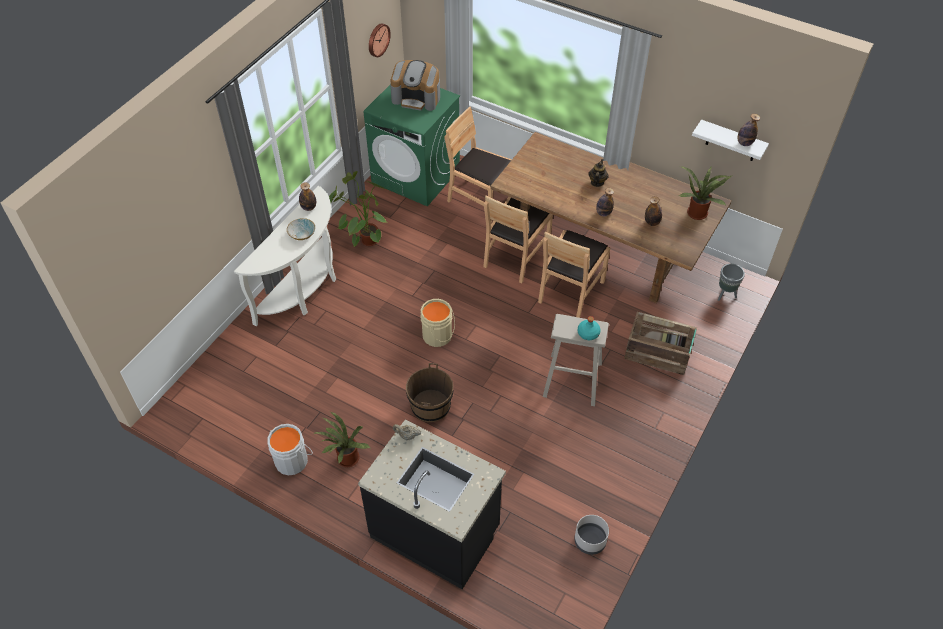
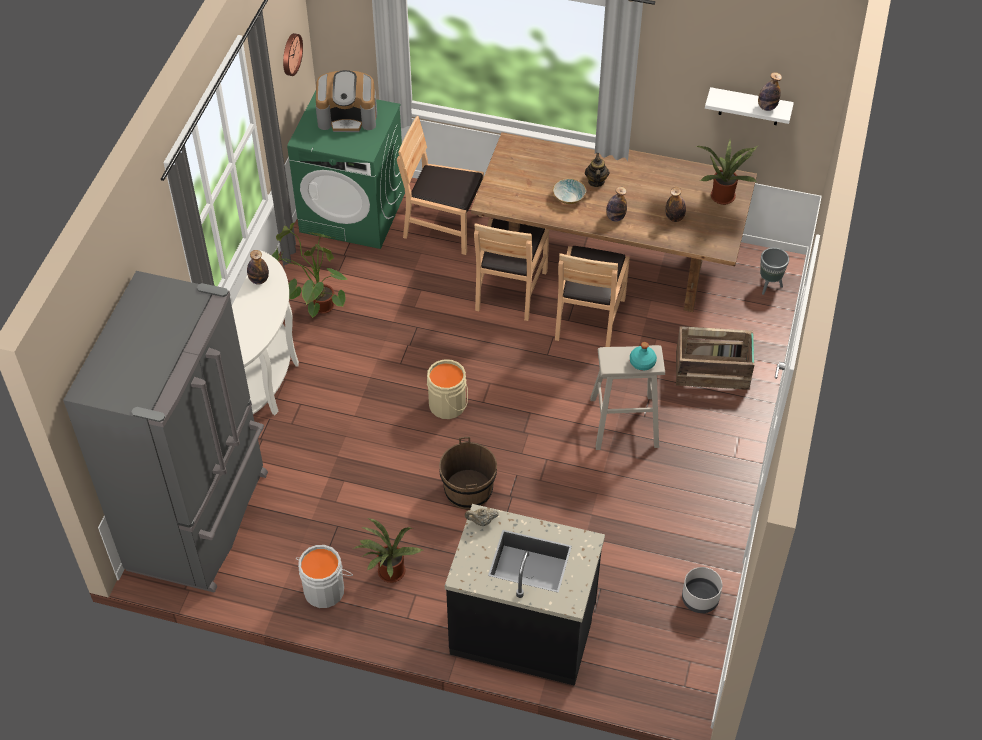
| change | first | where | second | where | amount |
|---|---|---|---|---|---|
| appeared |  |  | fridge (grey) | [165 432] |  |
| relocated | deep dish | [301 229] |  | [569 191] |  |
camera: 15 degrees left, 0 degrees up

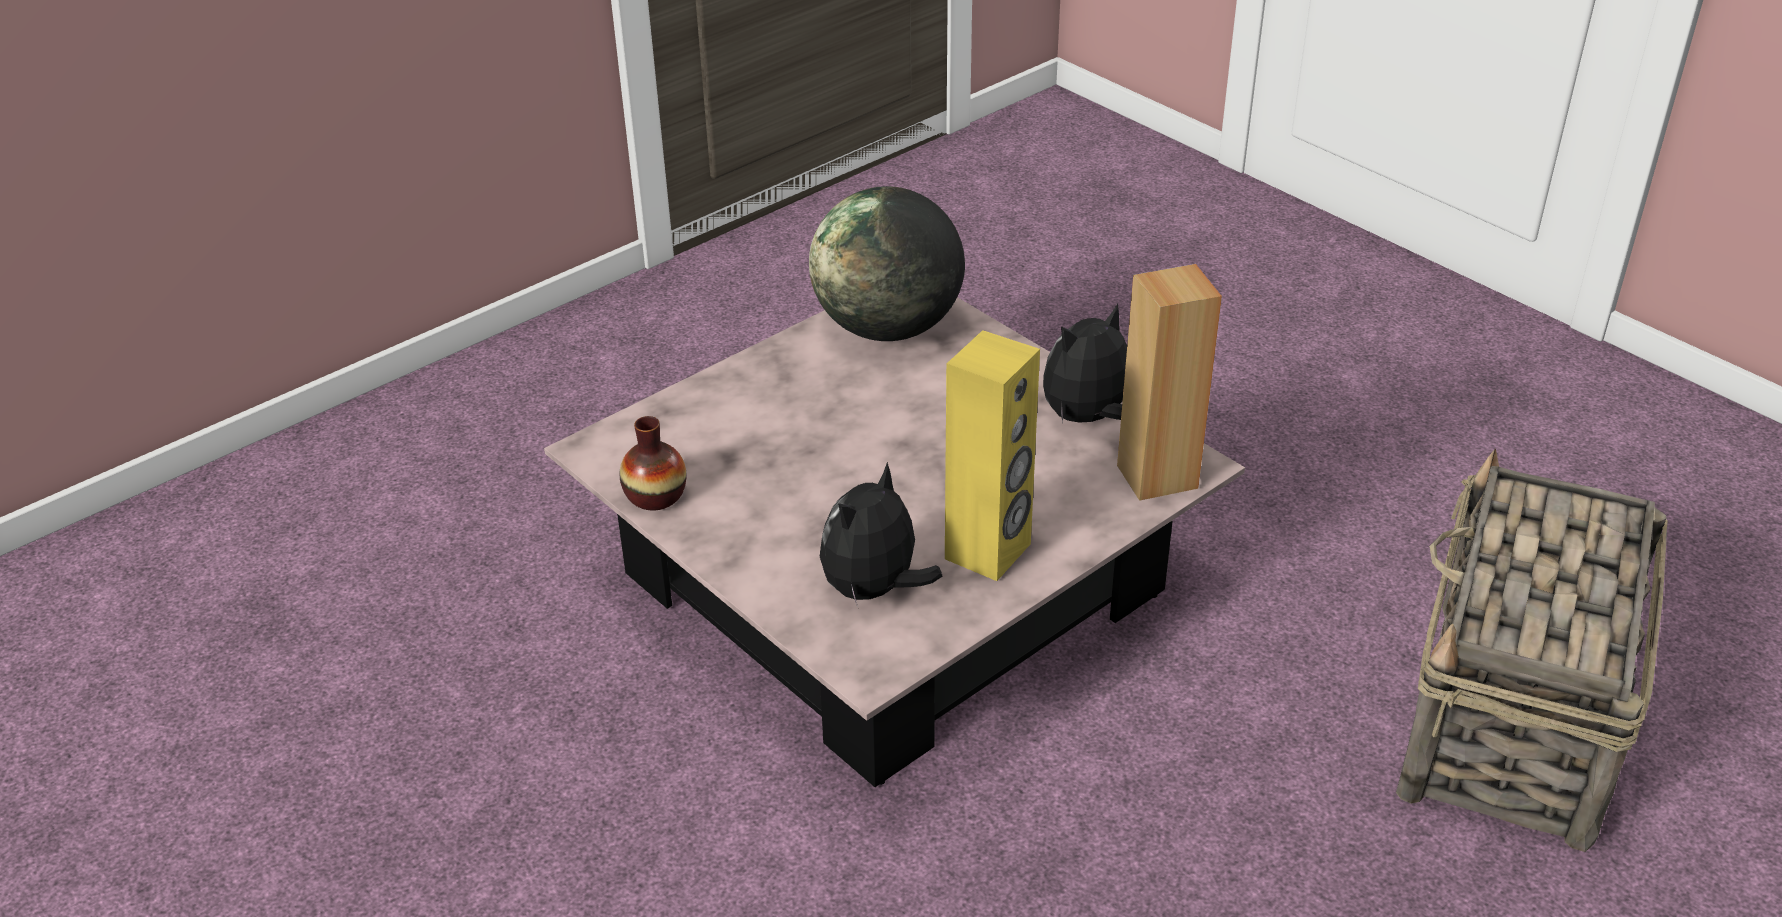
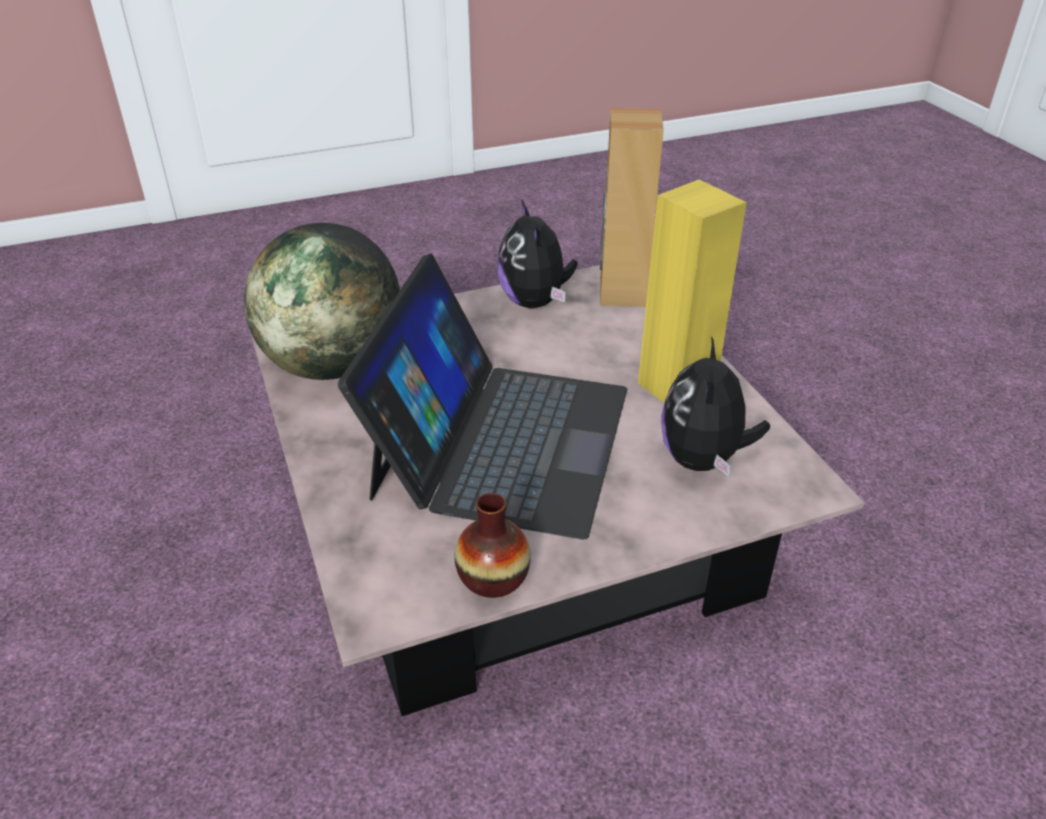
| change | first | where | second | where | amount |
|---|---|---|---|---|---|
| appeared |  |  | notebook computer | [482 396] |  |
| spun | cuddly toy | [881 534] |  | [715 406] | 45 degrees clockwise |
| missing | storage basket | [1532 650] |  |  |  |
camera: 70 degrees left, 0 degrees up

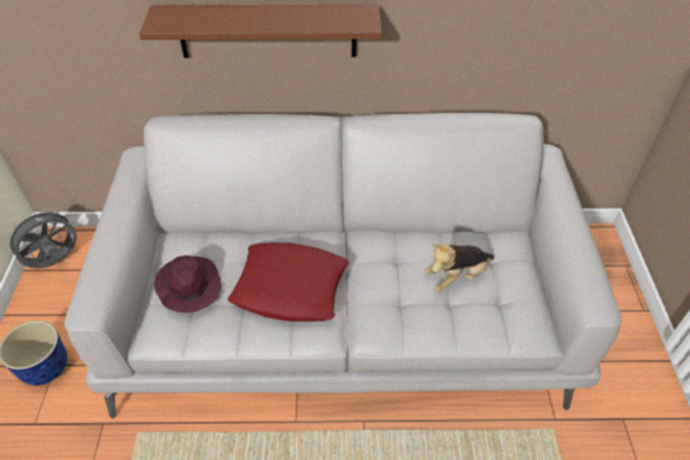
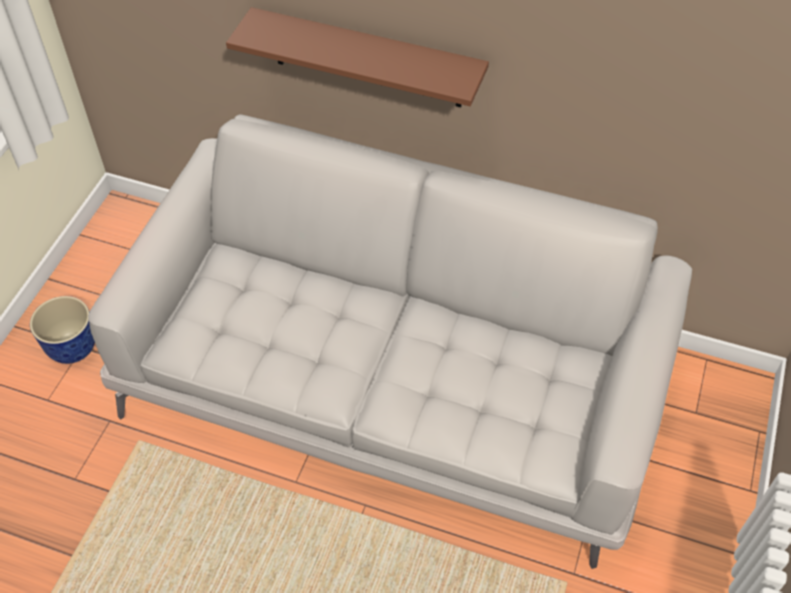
| change | first | where | second | where | amount |
|---|---|---|---|---|---|
| missing | electric fan (grey) | [40 237] |  |  |  |
| missing | wearable hat (purple-coloured) | [188 284] |  |  |  |
| missing | cushion (red-coloured) | [288 282] |  |  |  |
| missing | cuddly toy | [459 268] |  |  |  |
camera: 20 degrees right, 5 degrees up

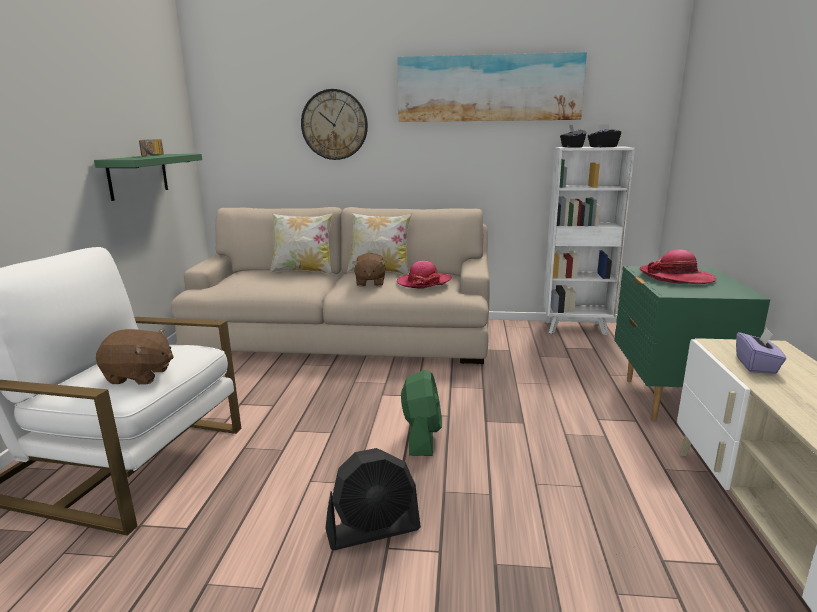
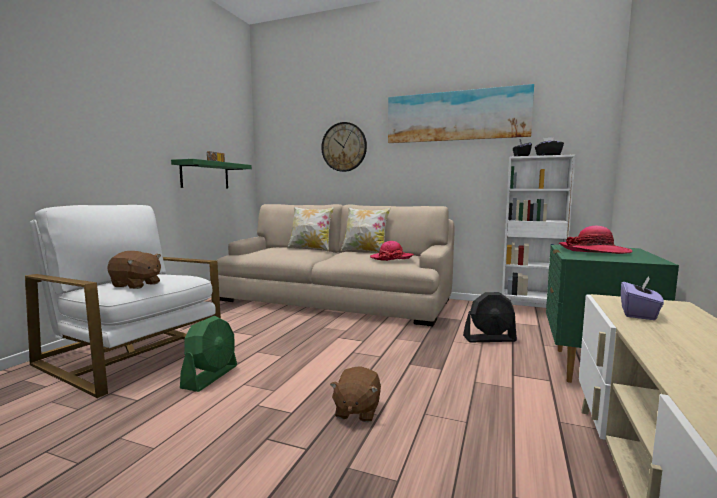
| change | first | where | second | where | amount |
|---|---|---|---|---|---|
| relocated | electric fan (green-coloured) | [421 413] |  | [208 354] |  |
| relocated | cuddly toy (brown) | [369 270] |  | [355 394] |  |
| relocated | electric fan (black) | [373 499] |  | [490 317] |  |
camera: 15 degrees right, 10 degrees down

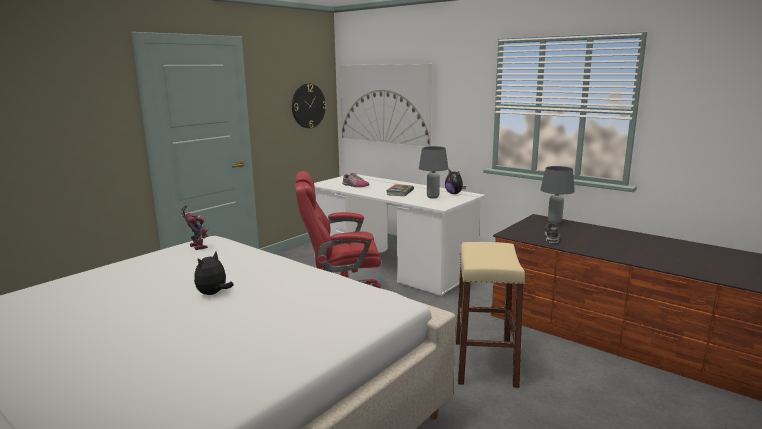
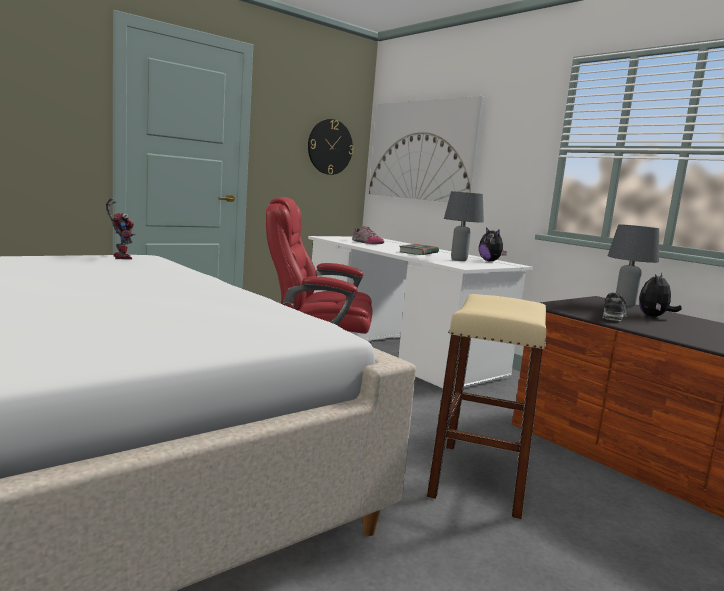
| change | first | where | second | where | amount |
|---|---|---|---|---|---|
| relocated | cuddly toy | [214 273] |  | [660 294] |  |
camera: 10 degrees right, 5 degrees down

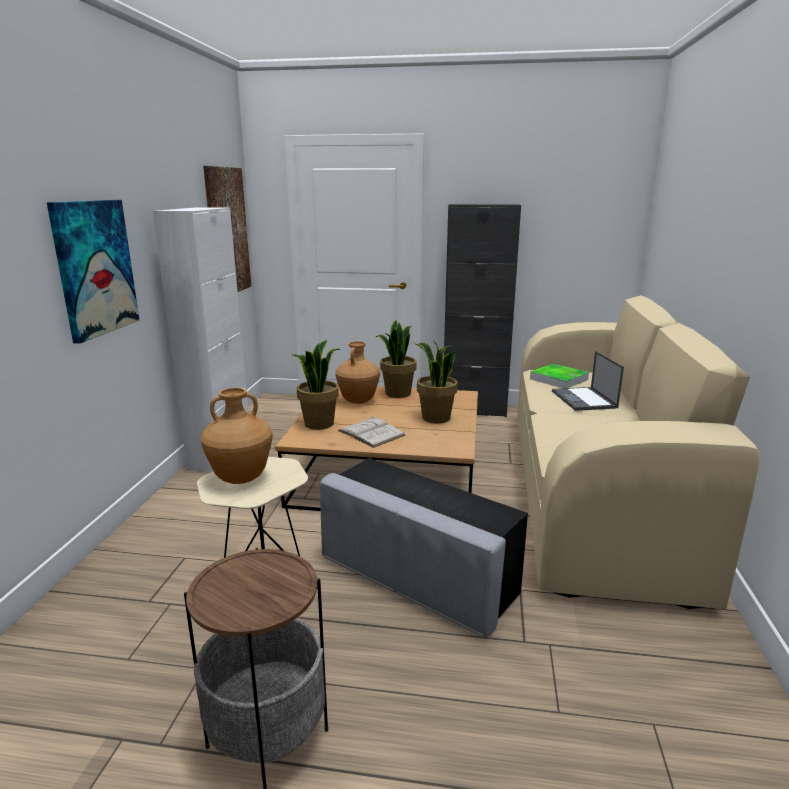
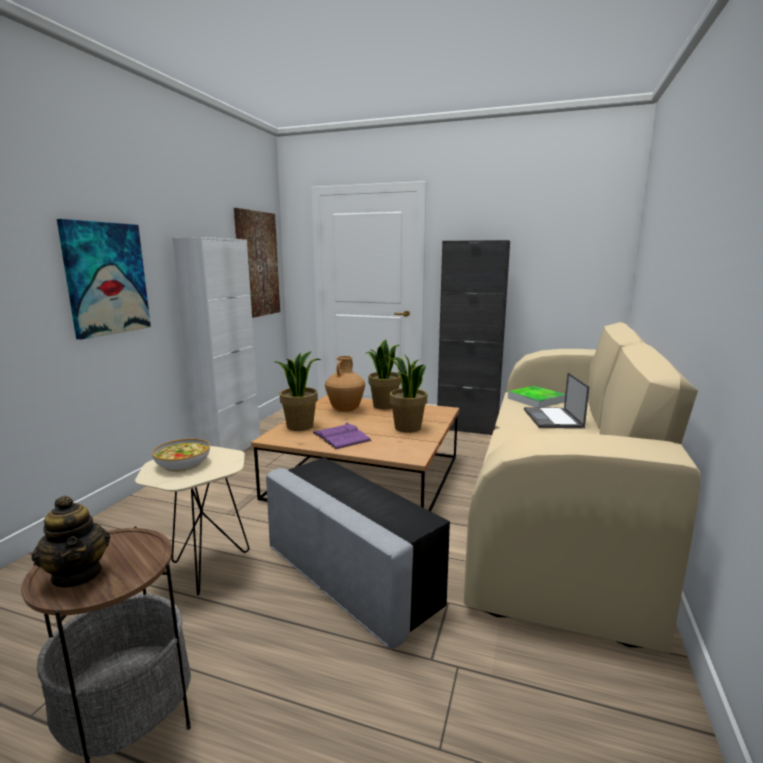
| change | first | where | second | where | amount |
|---|---|---|---|---|---|
| appeared |  |  | teapot | [71 541] |  |
| exchanged | flower vase (brown) | [237 436] | deep dish | [181 455] |  |
| colour | volume (white-coloured) | [371 432] | volume (purple-coloured) | [342 436] |  |
camera: 10 degrees right, 5 degrees down

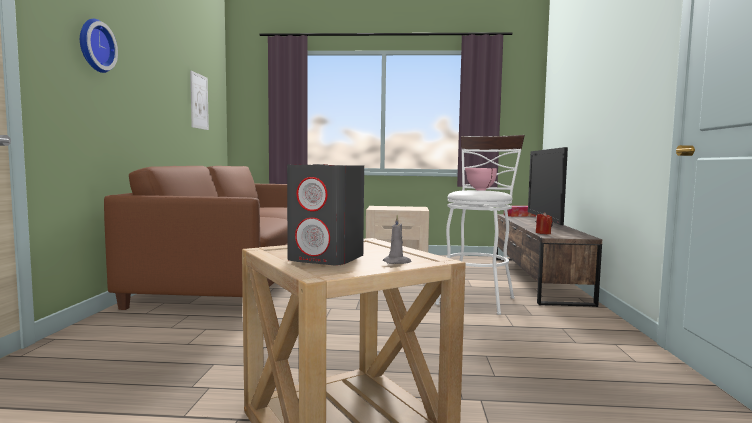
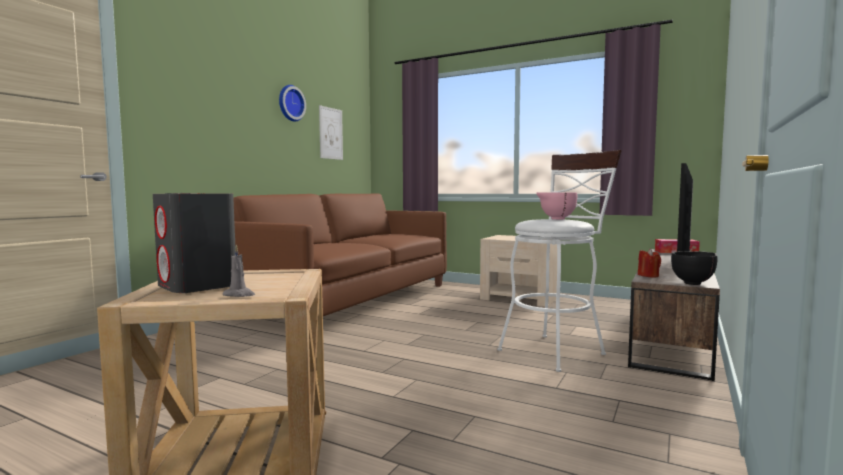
| change | first | where | second | where | amount |
|---|---|---|---|---|---|
| relocated | hanging clock | [99 46] |  | [292 103] |  |
| appeared |  |  | deep dish (black) | [694 268] |  |
camera: 25 degrees right, 0 degrees up

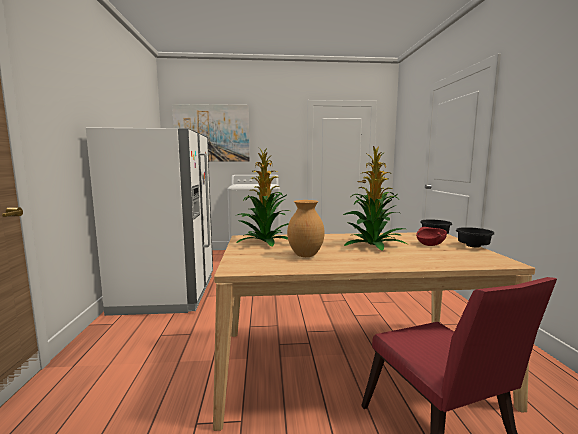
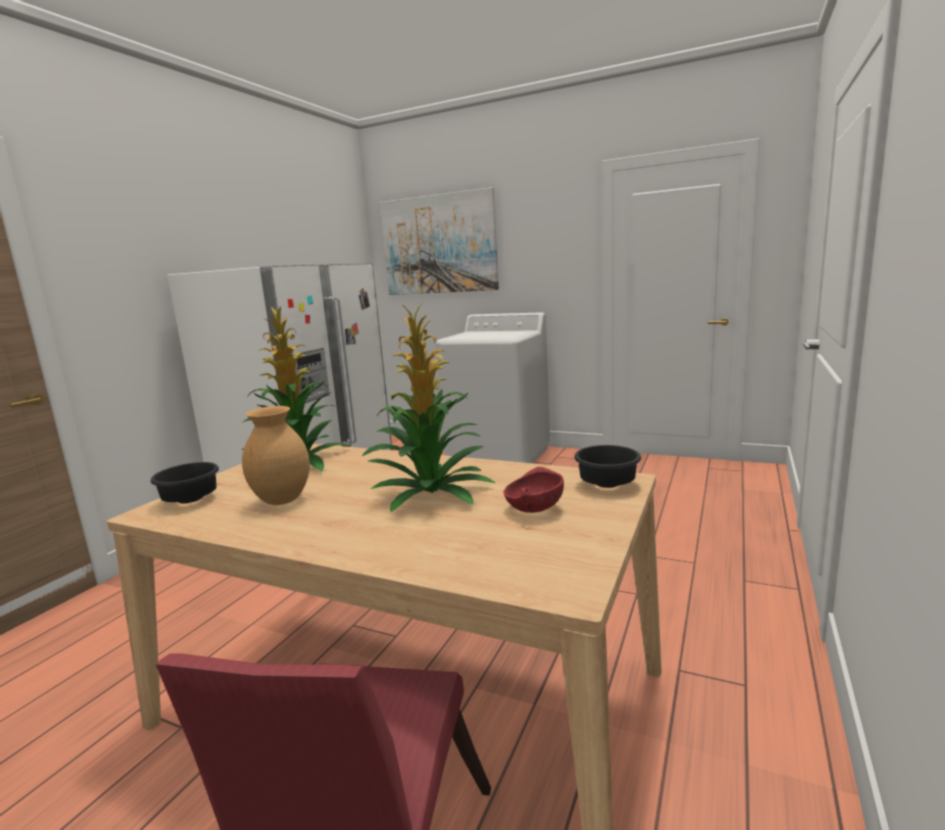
| change | first | where | second | where | amount |
|---|---|---|---|---|---|
| relocated | deep dish (black) | [475 237] |  | [184 482] |  |
camera: 30 degrees right, 5 degrees up

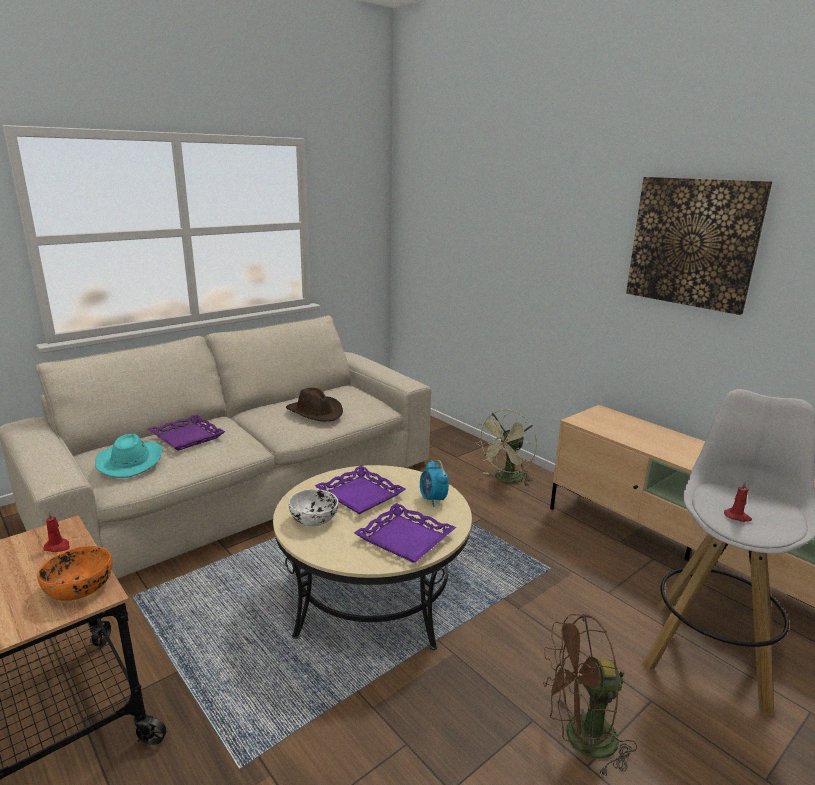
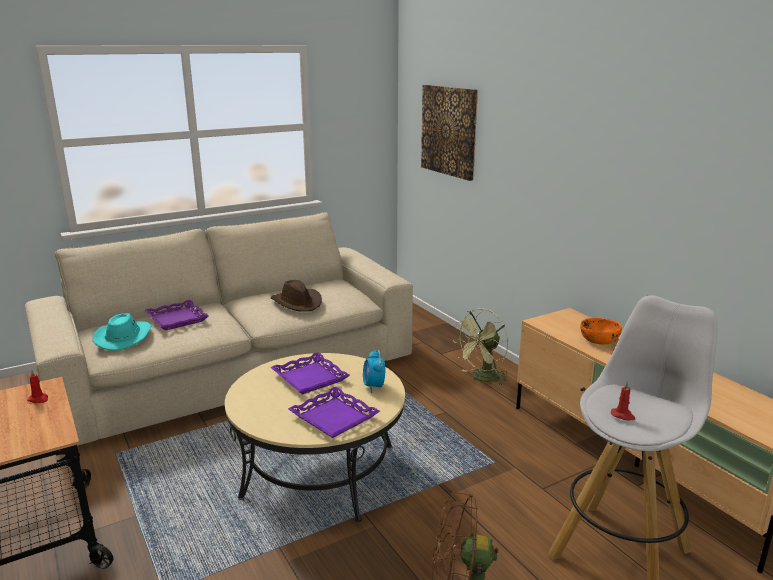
| change | first | where | second | where | amount |
|---|---|---|---|---|---|
| relocated | picture | [699 246] |  | [449 133] |  |
| relocated | deep dish (orange) | [74 573] |  | [601 331] |  |
| missing | deep dish (white-coloured) | [313 507] |  |  |  |
camera: 10 degrees right, 0 degrees up

